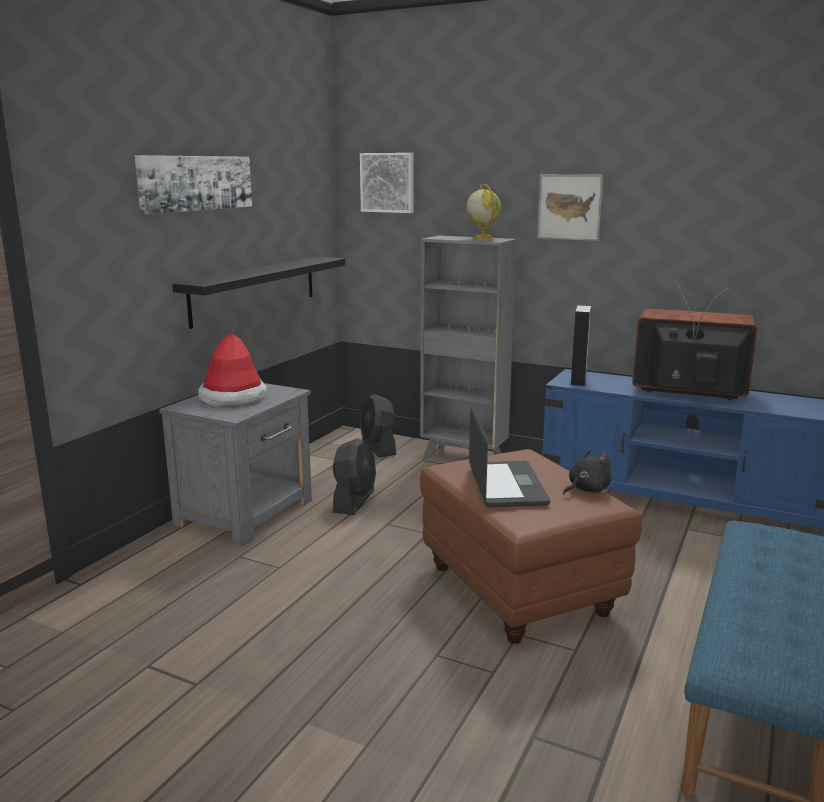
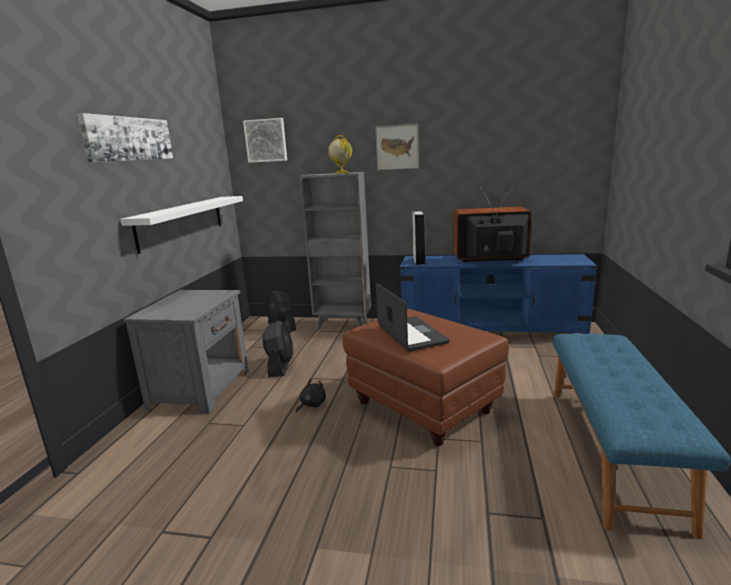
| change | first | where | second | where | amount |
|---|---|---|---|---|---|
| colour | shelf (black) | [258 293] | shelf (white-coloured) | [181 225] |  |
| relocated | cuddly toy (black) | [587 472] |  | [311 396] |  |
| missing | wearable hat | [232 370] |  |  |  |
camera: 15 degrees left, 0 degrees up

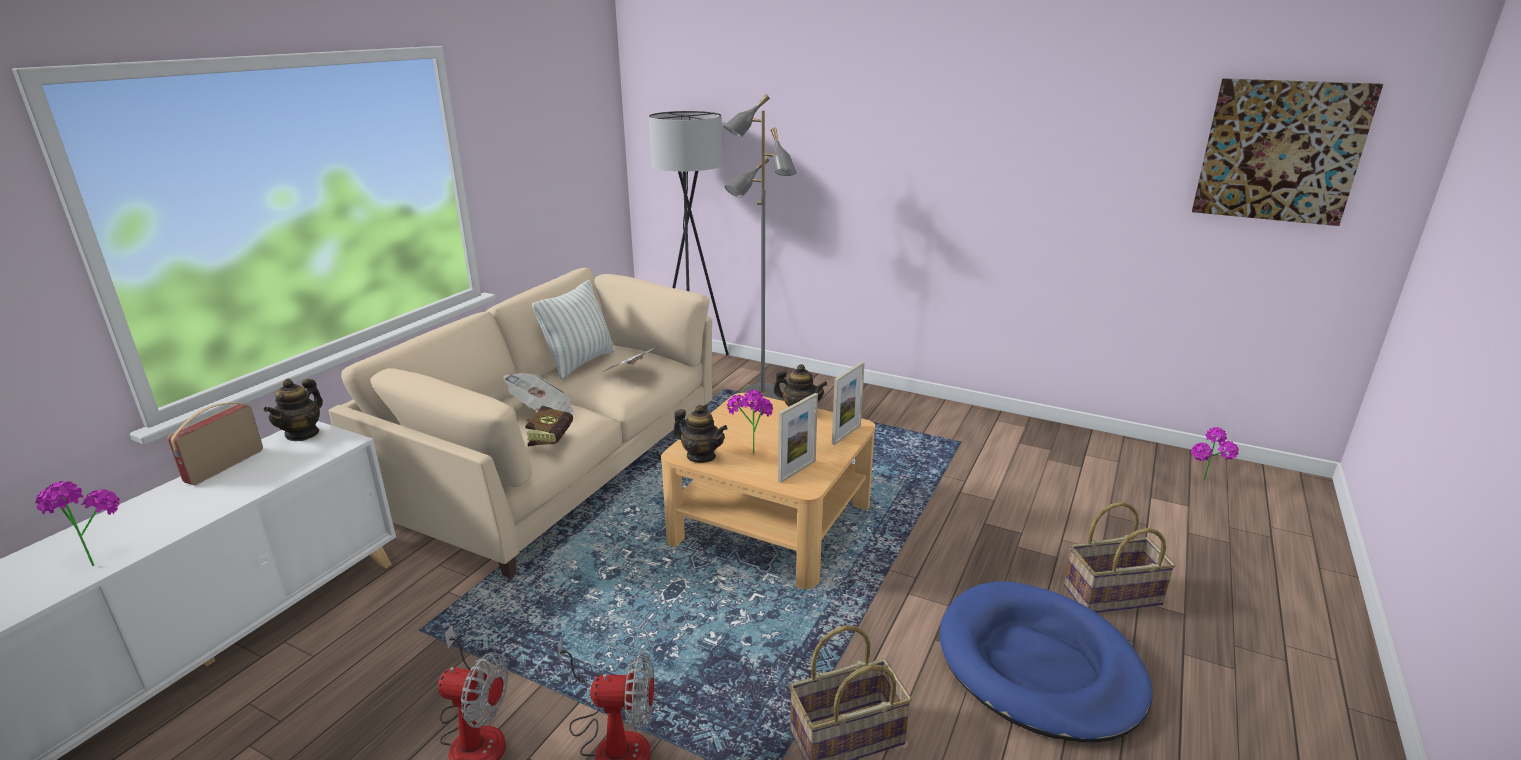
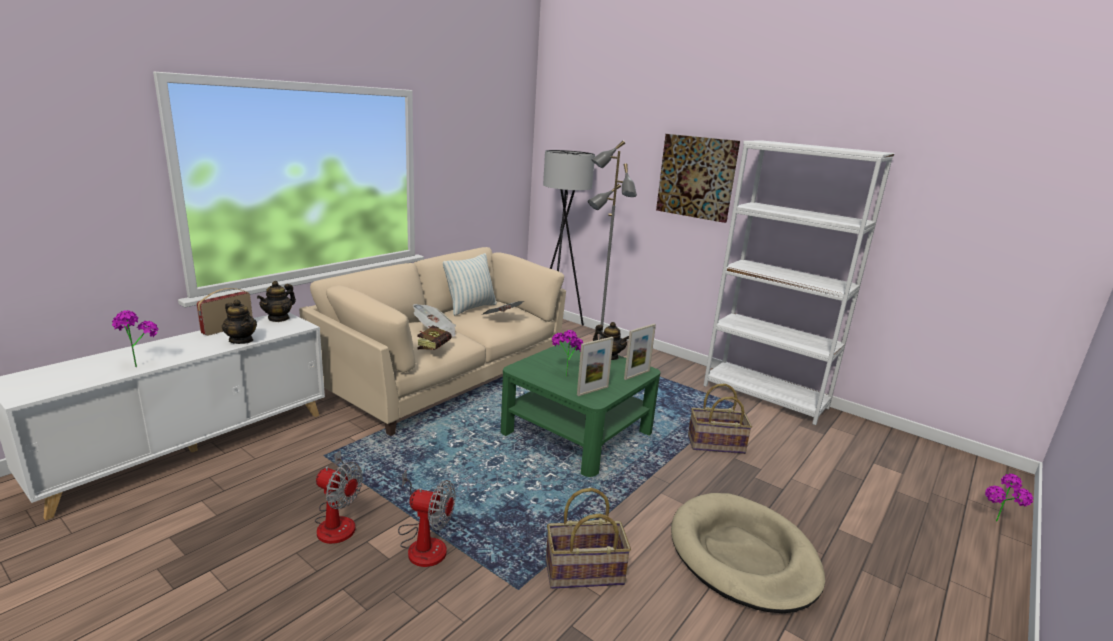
| change | first | where | second | where | amount |
|---|---|---|---|---|---|
| relocated | teapot | [700 434] |  | [239 321] |  |
| colour | lounge table (beige) | [768 491] | lounge table (green-coloured) | [581 408] |  |
| relocated | picture | [1287 152] |  | [698 178] |  |
| colour | pet bed (bluish) | [1046 661] | pet bed (beige) | [748 553] |  |
| relocated | storage basket | [1119 557] |  | [720 419] |  |
| appeared |  |  | shelving unit (white-coloured) | [799 282] |  |
| relocated | plant in a pot | [1215 453] |  | [1009 497] |  |
camera: 10 degrees right, 5 degrees down

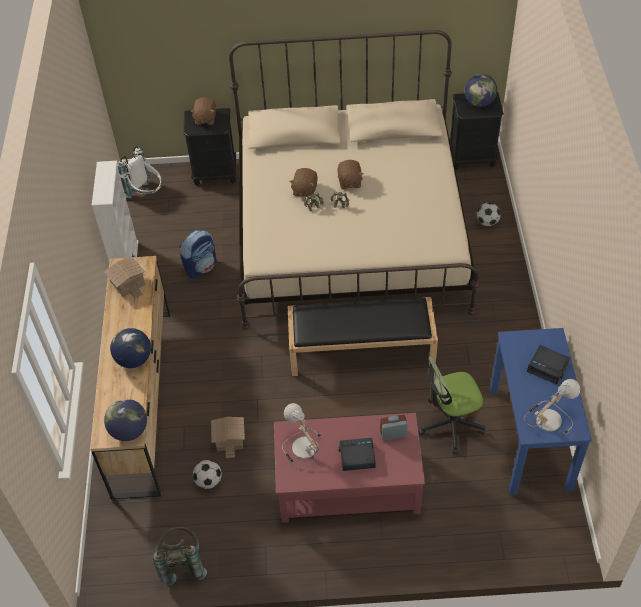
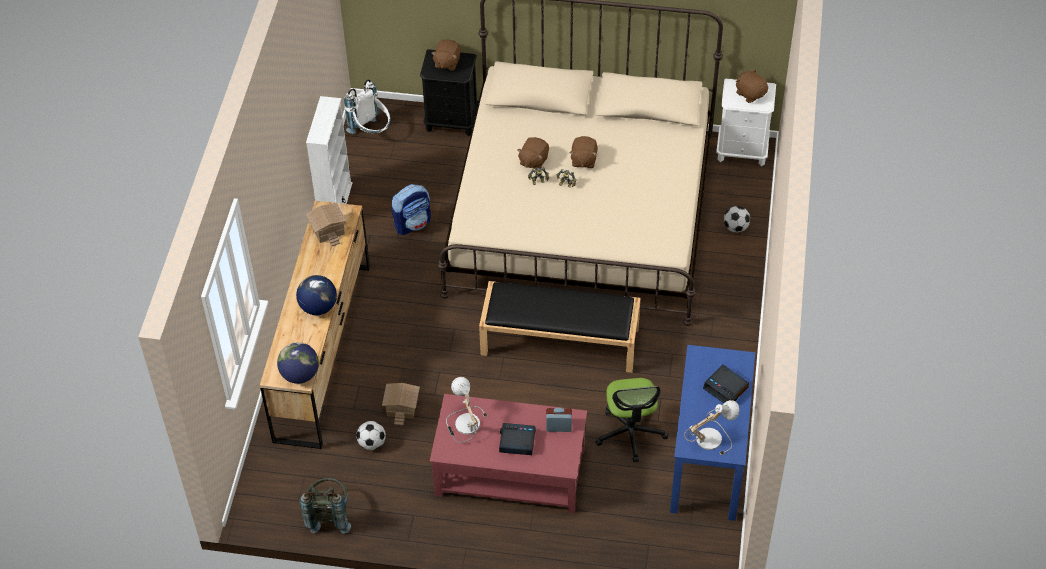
| change | first | where | second | where | amount |
|---|---|---|---|---|---|
| spun | office chair | [451 405] |  | [631 420] | 90 degrees counterclockwise |
| colour | bedside table (black) | [476 131] | bedside table (white-coloured) | [746 122] |  |
| exchanged | globe | [481 90] | cuddly toy (brown) | [752 86] |  |
camera: 10 degrees right, 0 degrees up

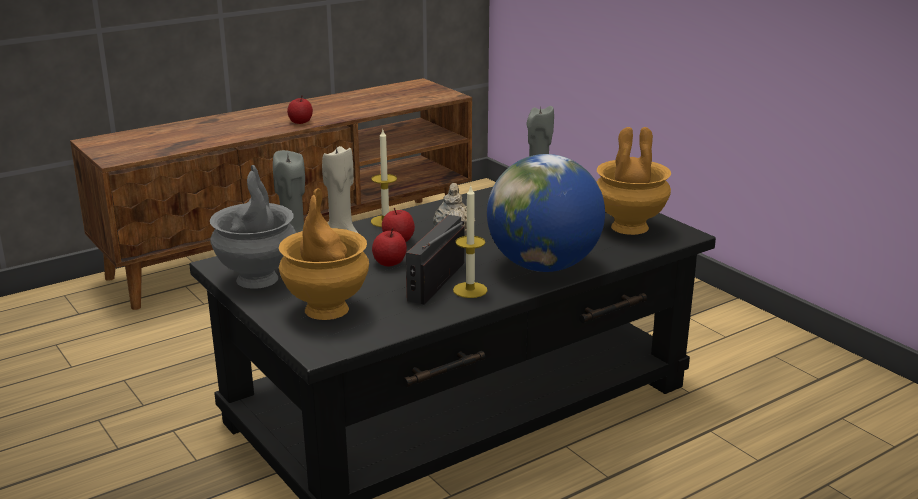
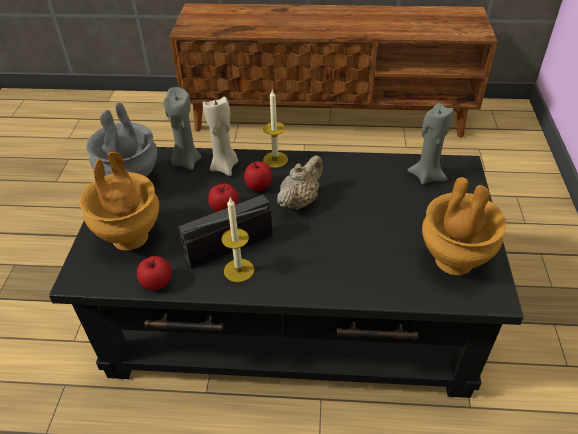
| change | first | where | second | where | amount |
|---|---|---|---|---|---|
| relocated | whole apple | [300 109] |  | [154 273] |  |
| missing | globe | [546 213] |  |  |  |
camera: 40 degrees right, 20 degrees up

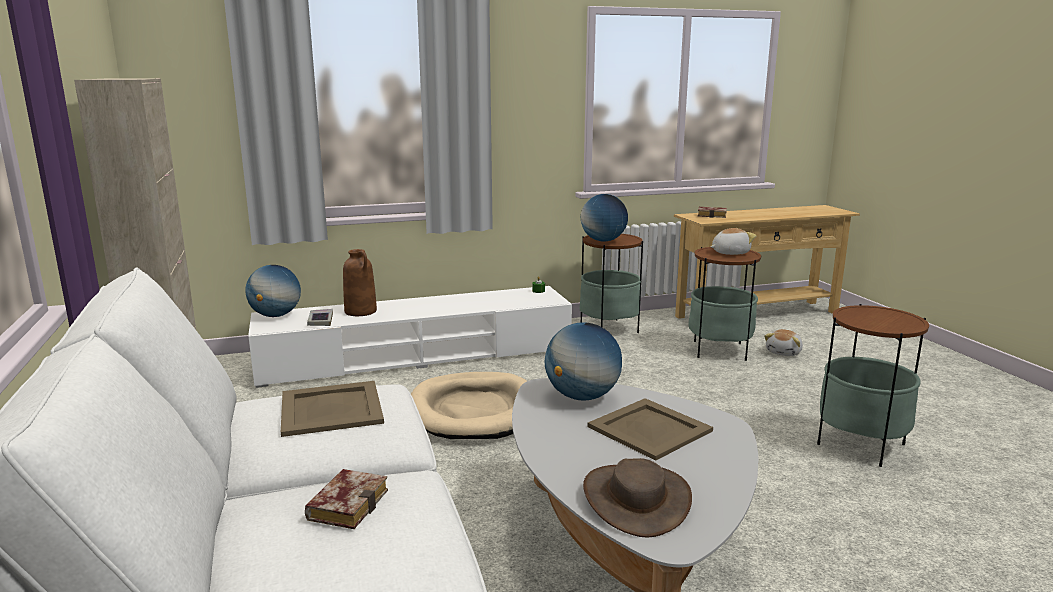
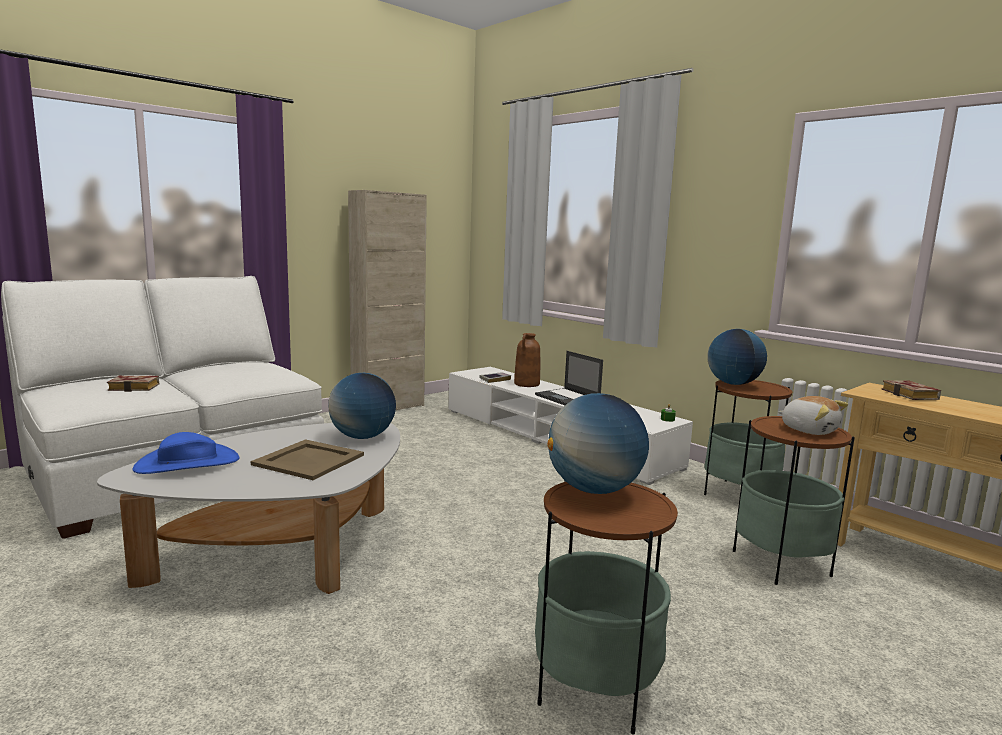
| change | first | where | second | where | amount |
|---|---|---|---|---|---|
| colour | wearable hat (brown) | [637 497] | wearable hat (bluish) | [186 453] |  |
| appeared |  |  | notebook computer | [569 378] |  |
| relocated | globe | [273 291] |  | [598 443] |  |
| missing | serving tray (beige) | [332 409] |  |  |  |
| missing | pet bed (beige) | [469 405] |  |  |  |
| missing | cuddly toy | [783 342] |  |  |  |
camera: 65 degrees right, 5 degrees down

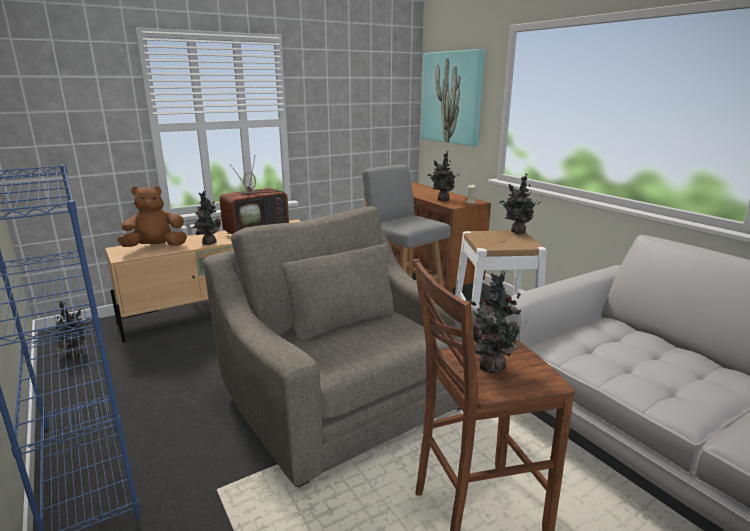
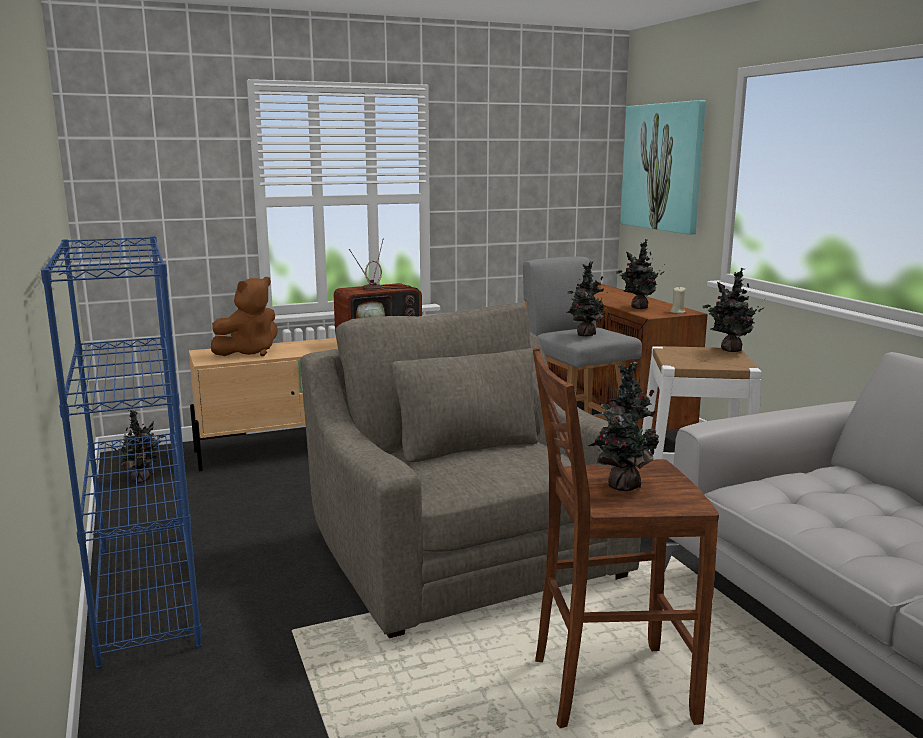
| change | first | where | second | where | amount |
|---|---|---|---|---|---|
| spun | cuddly toy (brown) | [152 216] |  | [244 316] | 150 degrees clockwise |
| relocated | plant in a pot | [206 218] |  | [586 299] |  |
camera: 10 degrees right, 5 degrees down

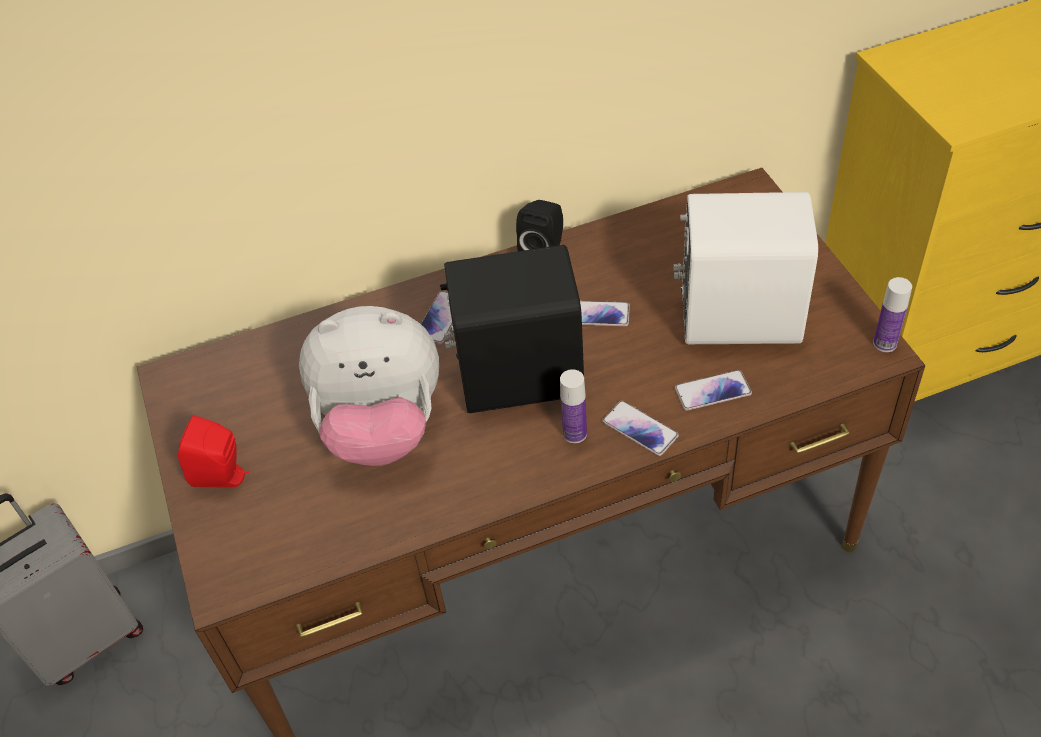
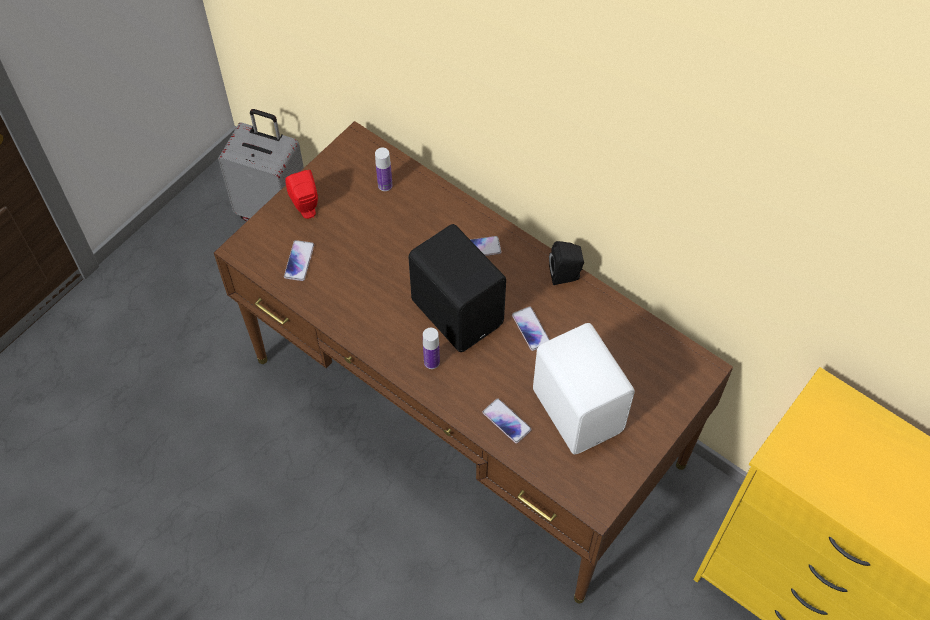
| change | first | where | second | where | amount |
|---|---|---|---|---|---|
| relocated | phone | [640 428] |  | [299 260] |  |
| relocated | bottle | [892 314] |  | [383 169] |  |
| missing | cuddly toy | [369 386] |  |  |  |
camera: 55 degrees right, 10 degrees up

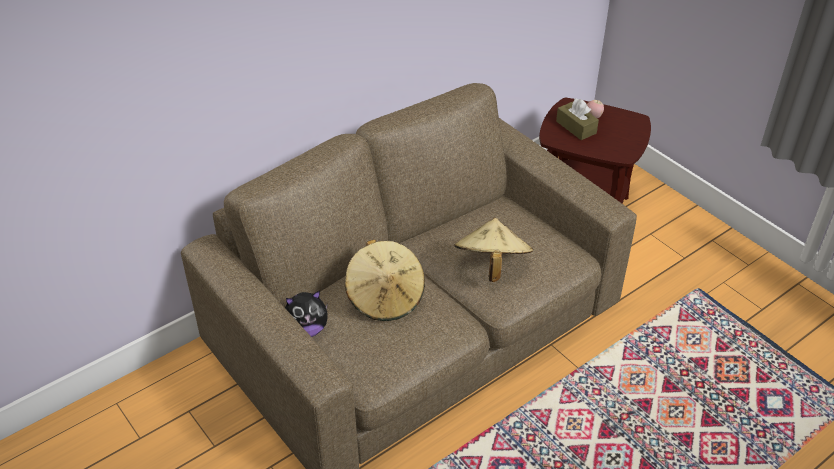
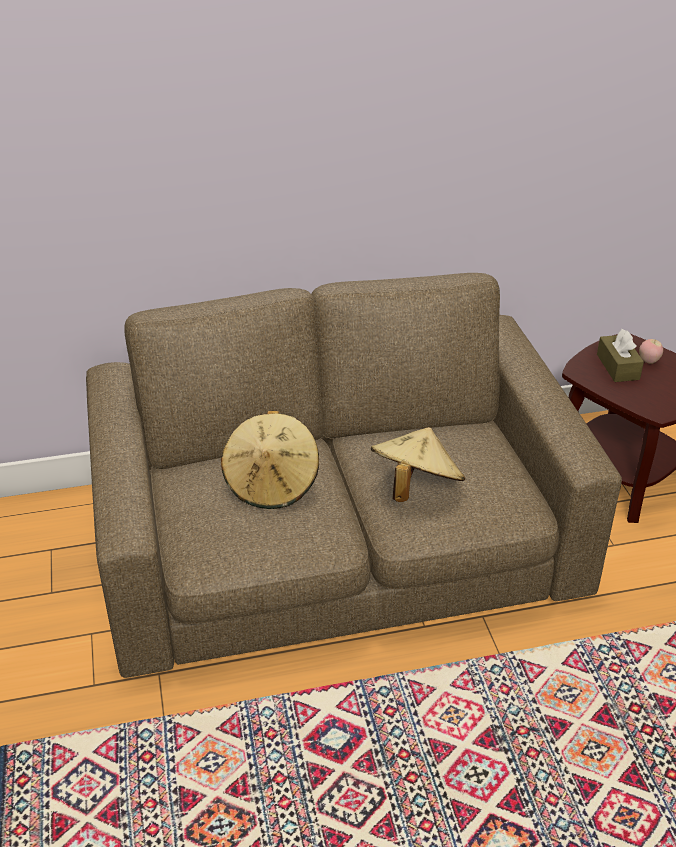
| change | first | where | second | where | amount |
|---|---|---|---|---|---|
| missing | cuddly toy | [306 313] |  |  |  |
camera: 25 degrees right, 5 degrees down

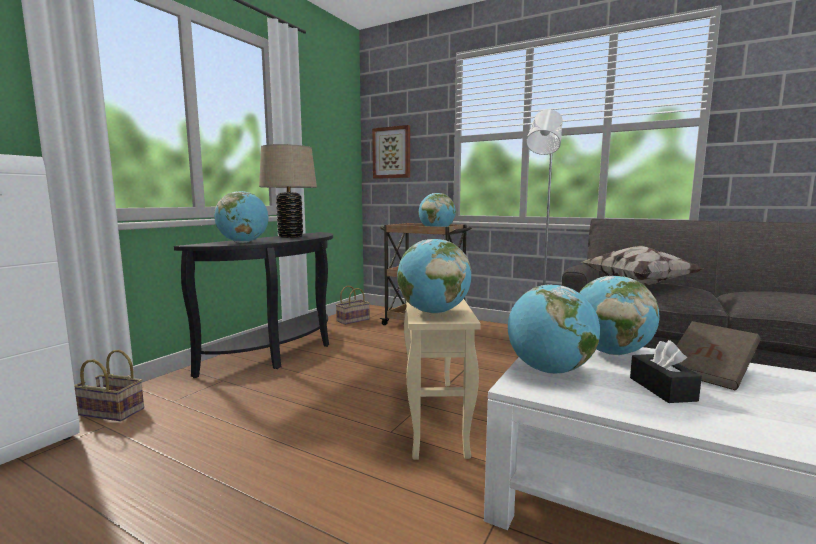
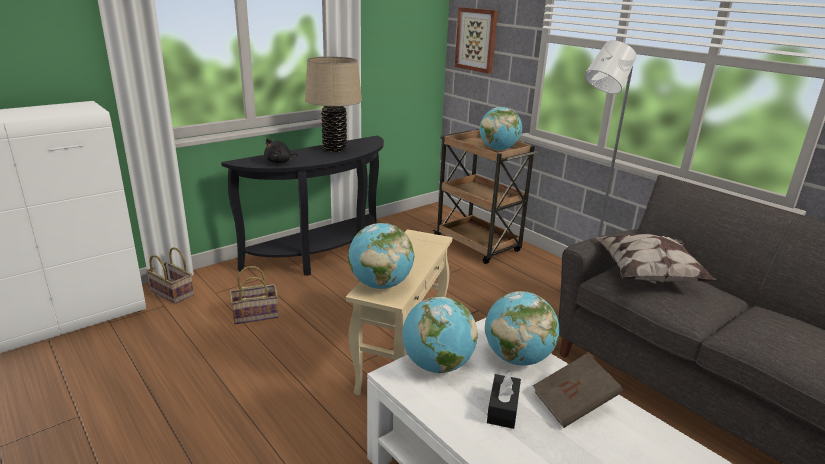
| change | first | where | second | where | amount |
|---|---|---|---|---|---|
| relocated | storage basket | [353 305] |  | [254 295] |  |
| exchanged | globe | [241 217] | cuddly toy (black) | [281 151] |  |
camera: 20 degrees right, 15 degrees up

